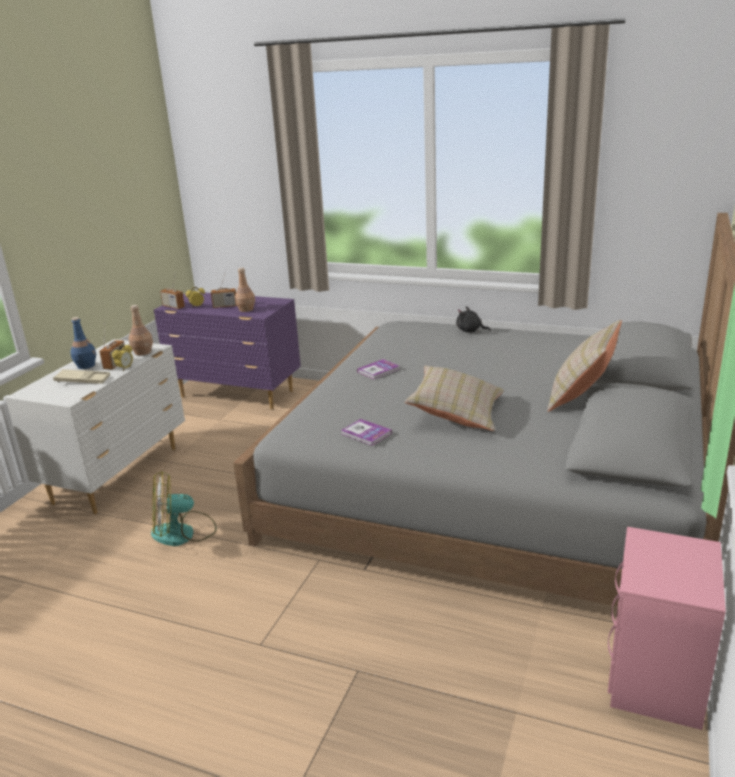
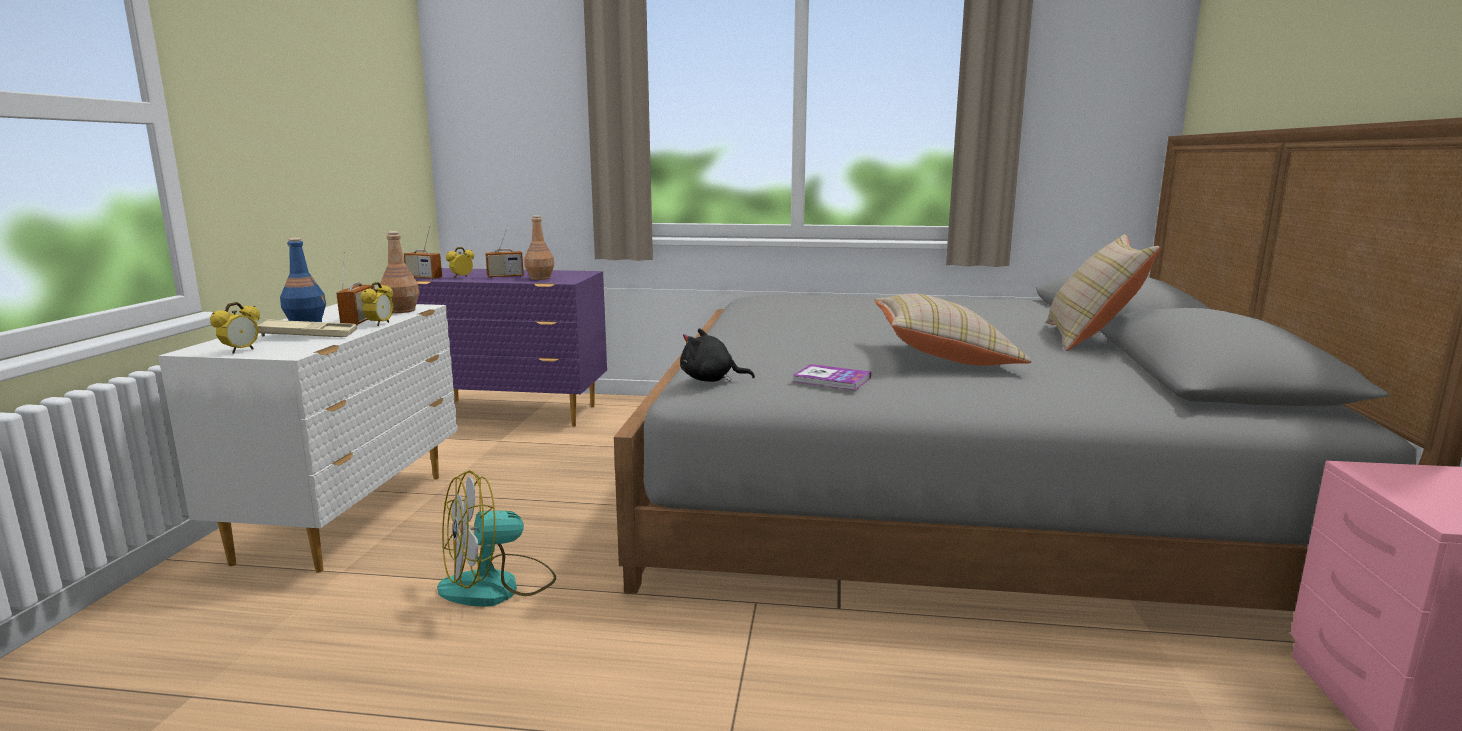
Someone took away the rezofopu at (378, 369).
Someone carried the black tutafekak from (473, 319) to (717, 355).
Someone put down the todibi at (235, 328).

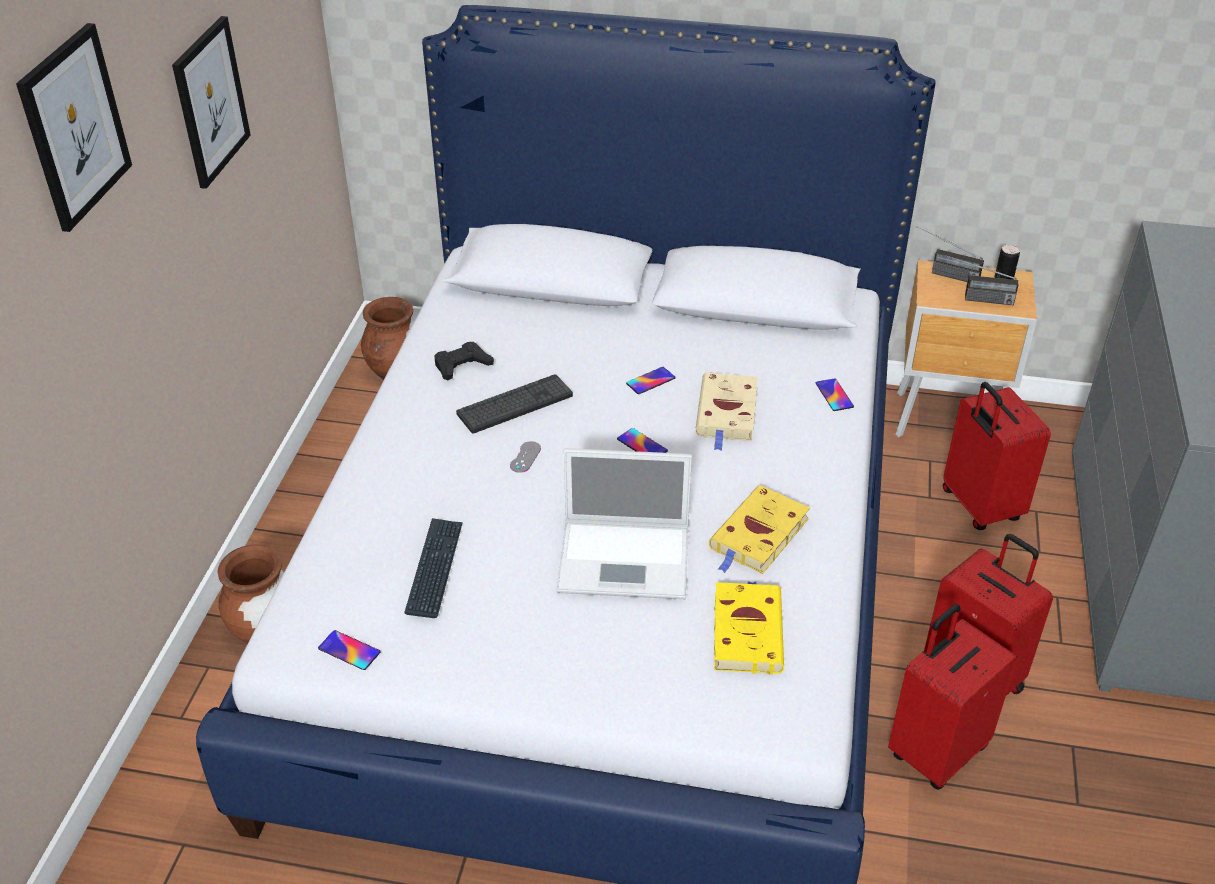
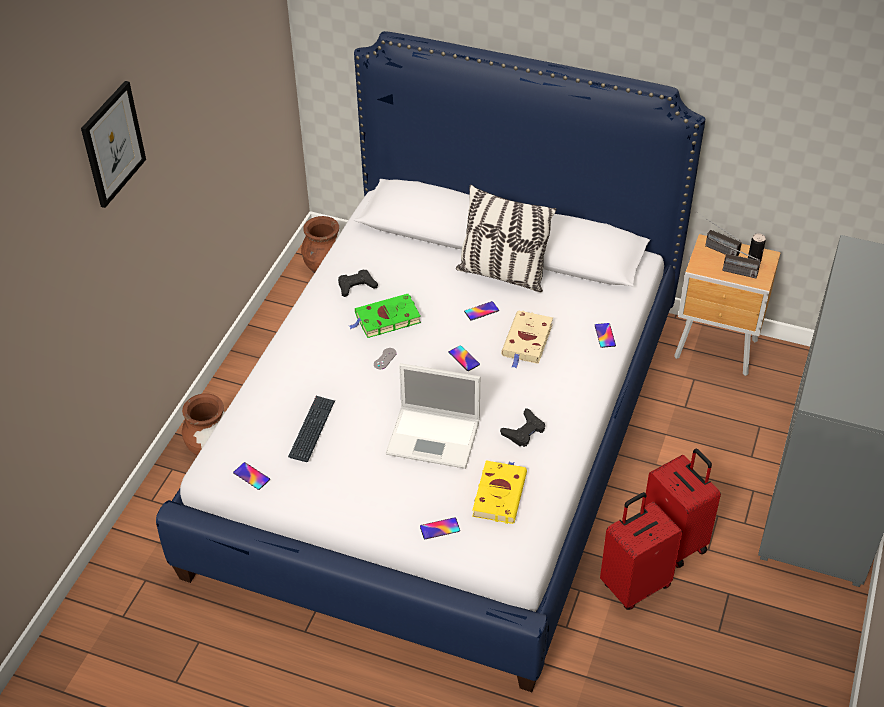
Someone took away the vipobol at (211, 102).
Someone swapped the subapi at (514, 404) for the green rezofopu at (385, 316).
Someone swapped the yellow rezofopu at (759, 529) for the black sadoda at (522, 427).
Someone took away the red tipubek at (997, 456).
Someone put down the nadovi at (440, 528).
Someone put down the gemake at (506, 238).

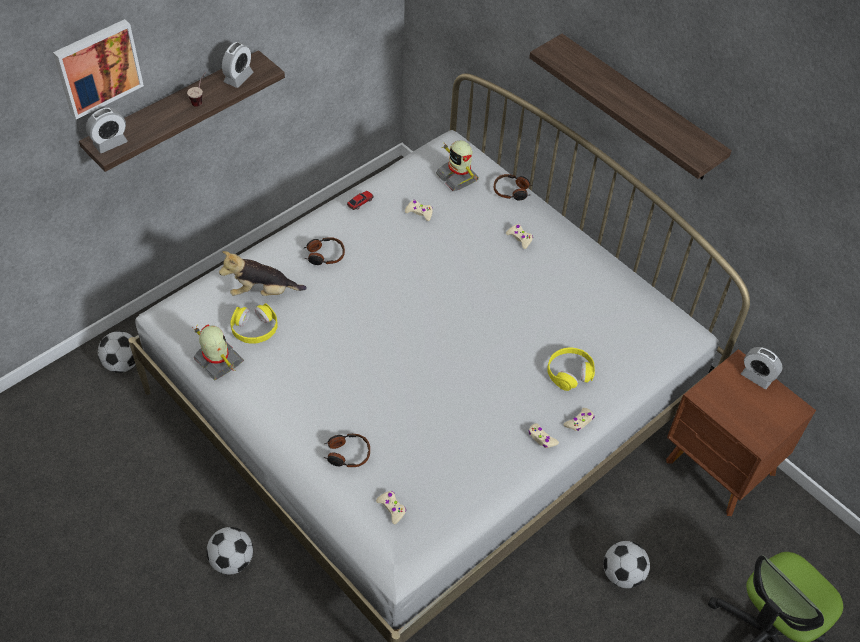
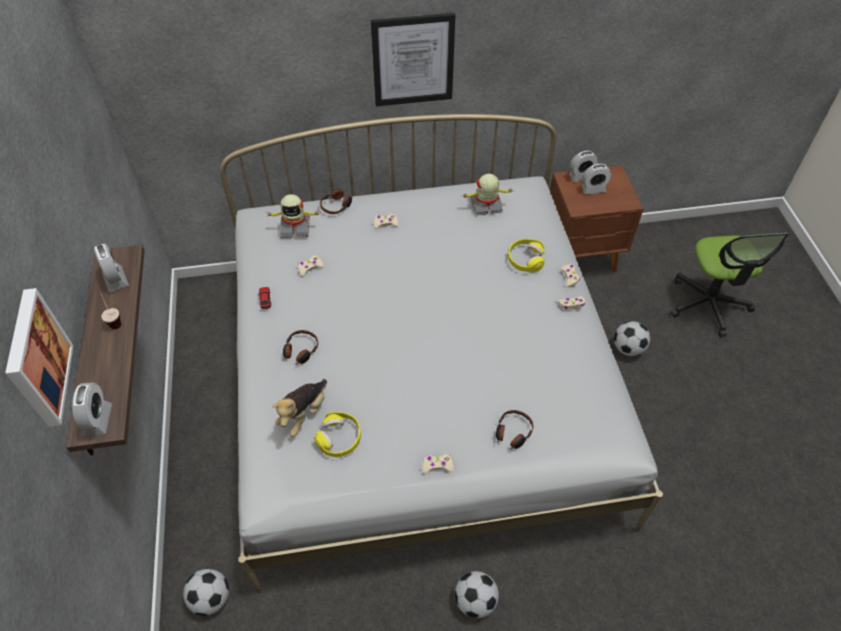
Someone carried the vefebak from (218, 353) to (489, 195).
Someone carried the beige sadoda from (391, 507) to (438, 464).
Someone swapped the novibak at (630, 106) for the vipobol at (413, 59).
Someone put down the todibi at (596, 179).

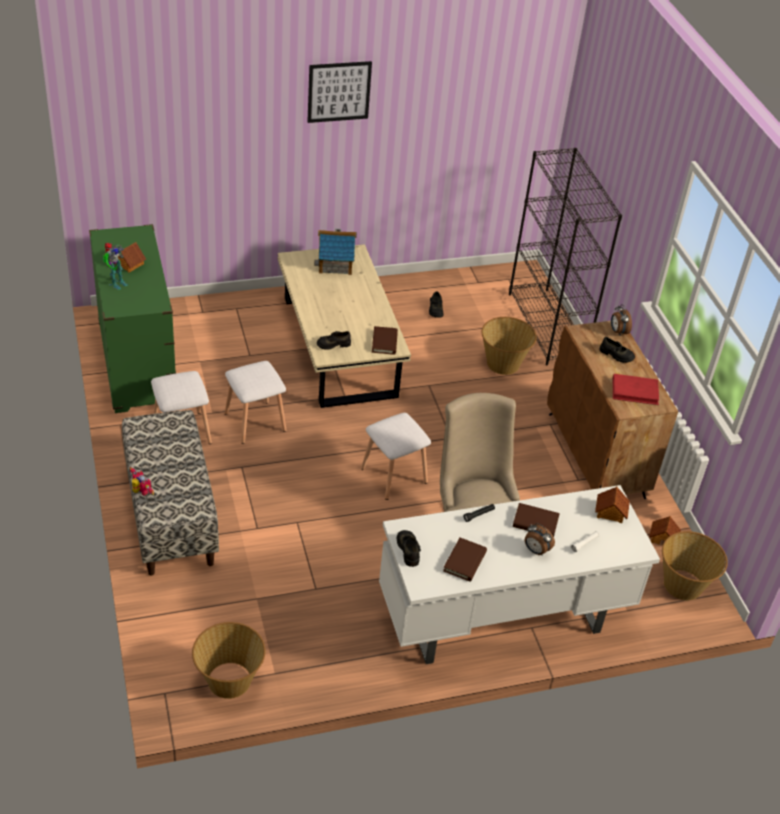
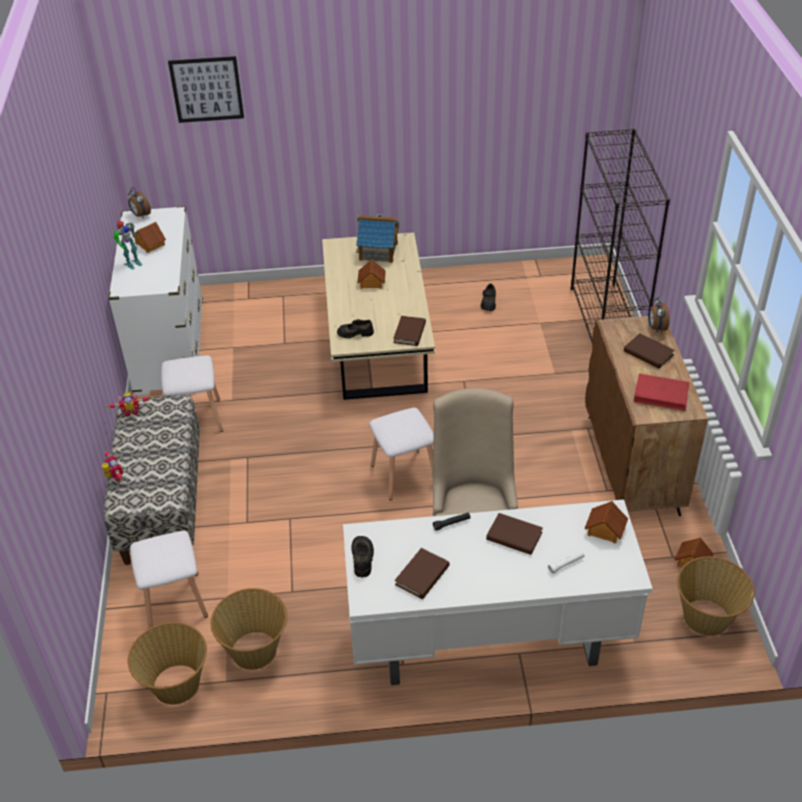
Someone repainted the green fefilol at (132, 318), which became the white fefilol at (155, 301).
Someone carried the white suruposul from (255, 402) to (169, 580).
Someone carried the vipobol from (339, 92) to (206, 89).
Someone carried the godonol from (509, 346) to (249, 629).
Someone carried the todibi from (540, 539) to (139, 203).
Someone swapped the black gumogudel at (617, 350) for the brown rezofopu at (649, 350).
Someone put down the vefebak at (129, 404).
Someone put down the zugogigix at (371, 274).

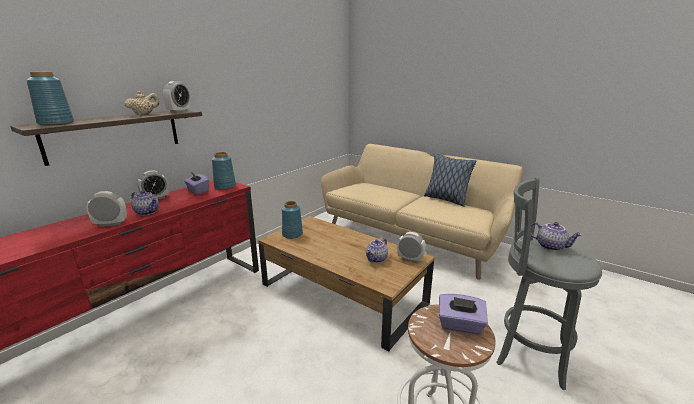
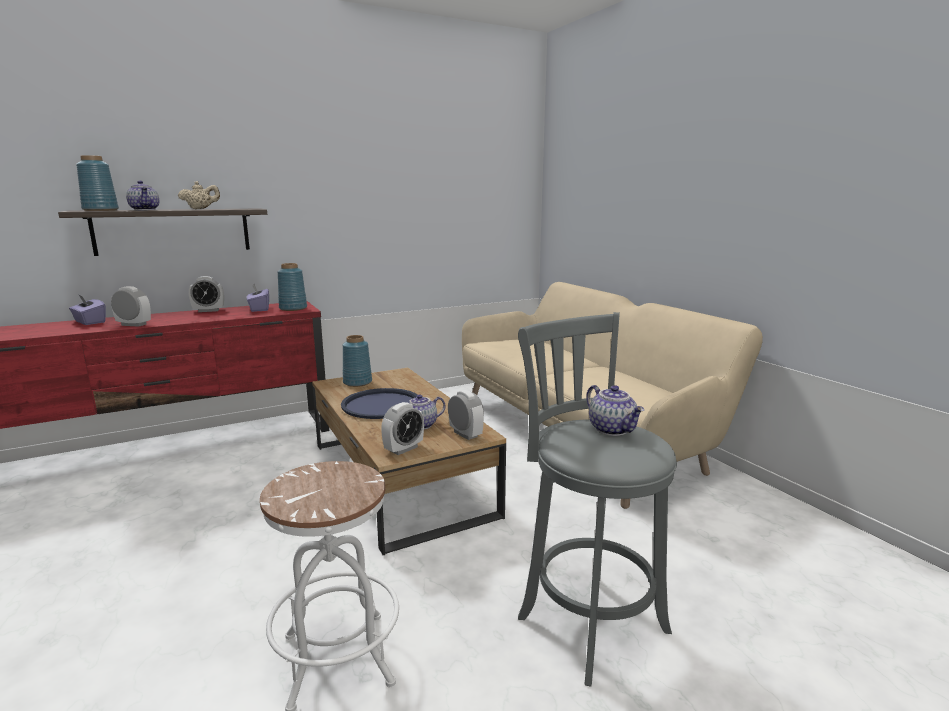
Someone carried the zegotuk from (145, 203) to (142, 195).
Someone carried the todibi from (177, 97) to (402, 428).
Someone took away the gemake at (450, 180).
Someone carried the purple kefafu from (463, 314) to (87, 309).
Someone put down the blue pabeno at (379, 403).

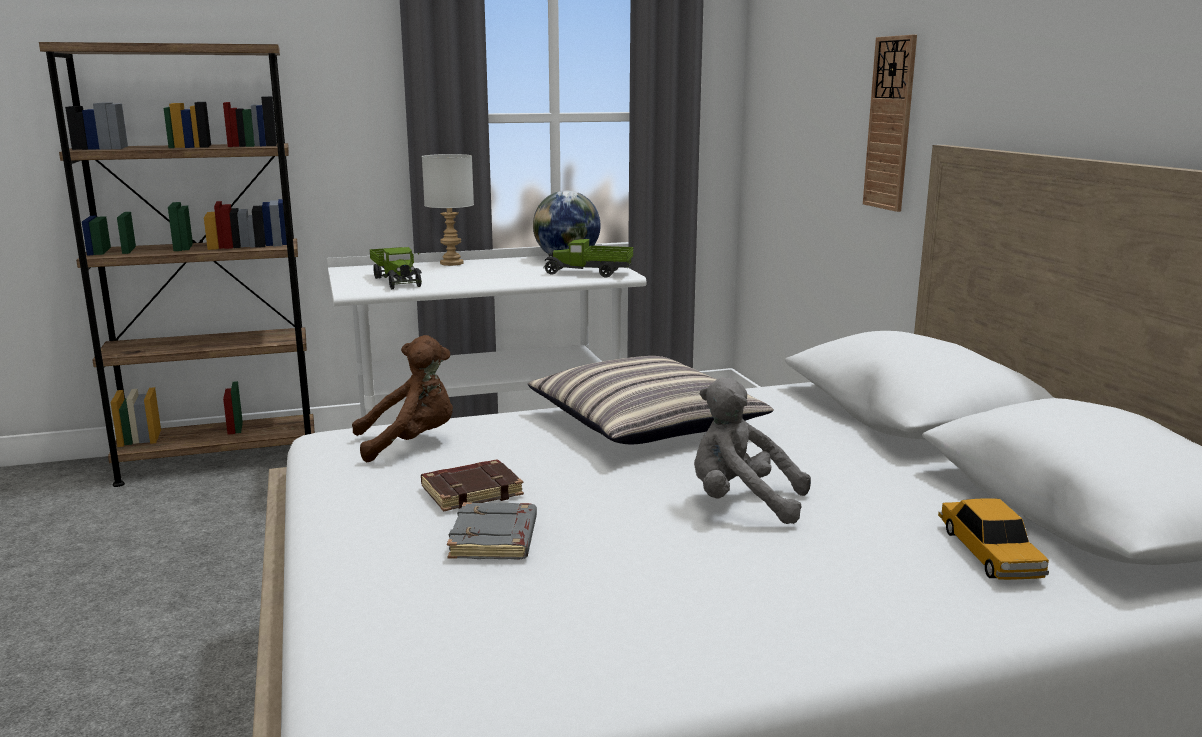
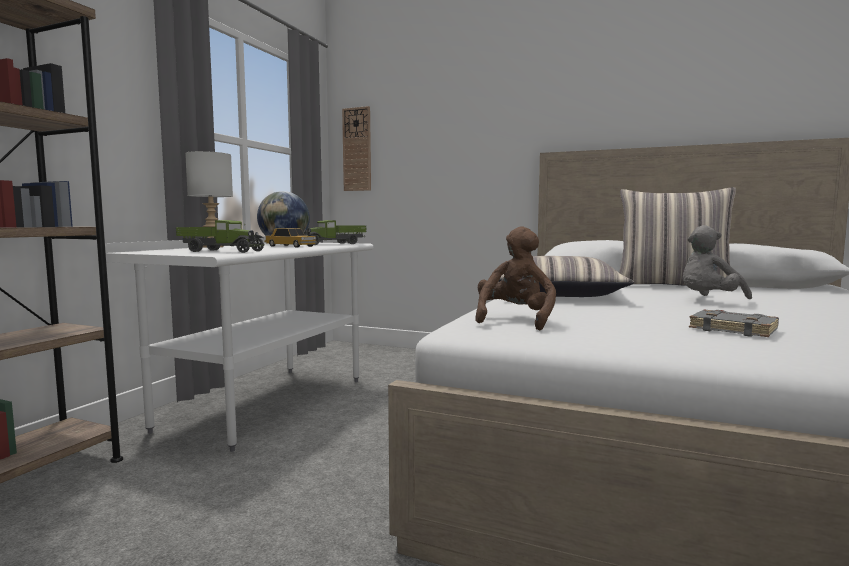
Someone took away the brown rezofopu at (472, 485).
Someone carried the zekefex from (890, 123) to (356, 148).
Someone carried the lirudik from (993, 539) to (290, 238).
Someone put down the gemake at (677, 236).

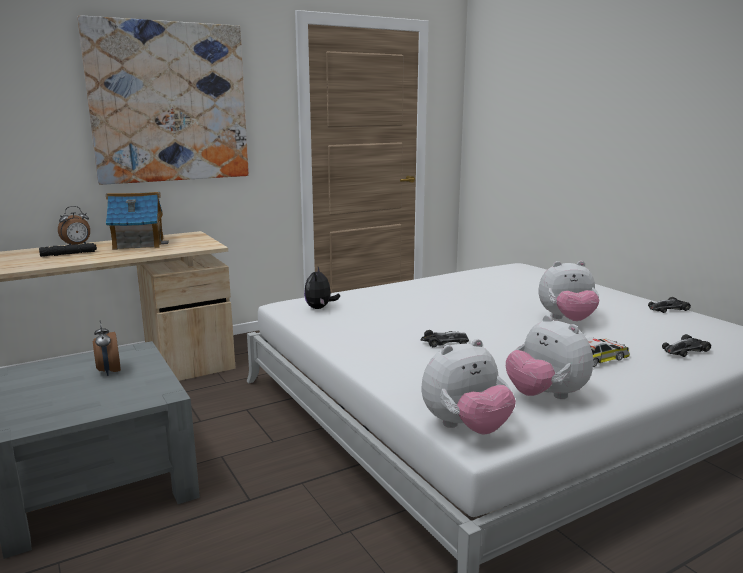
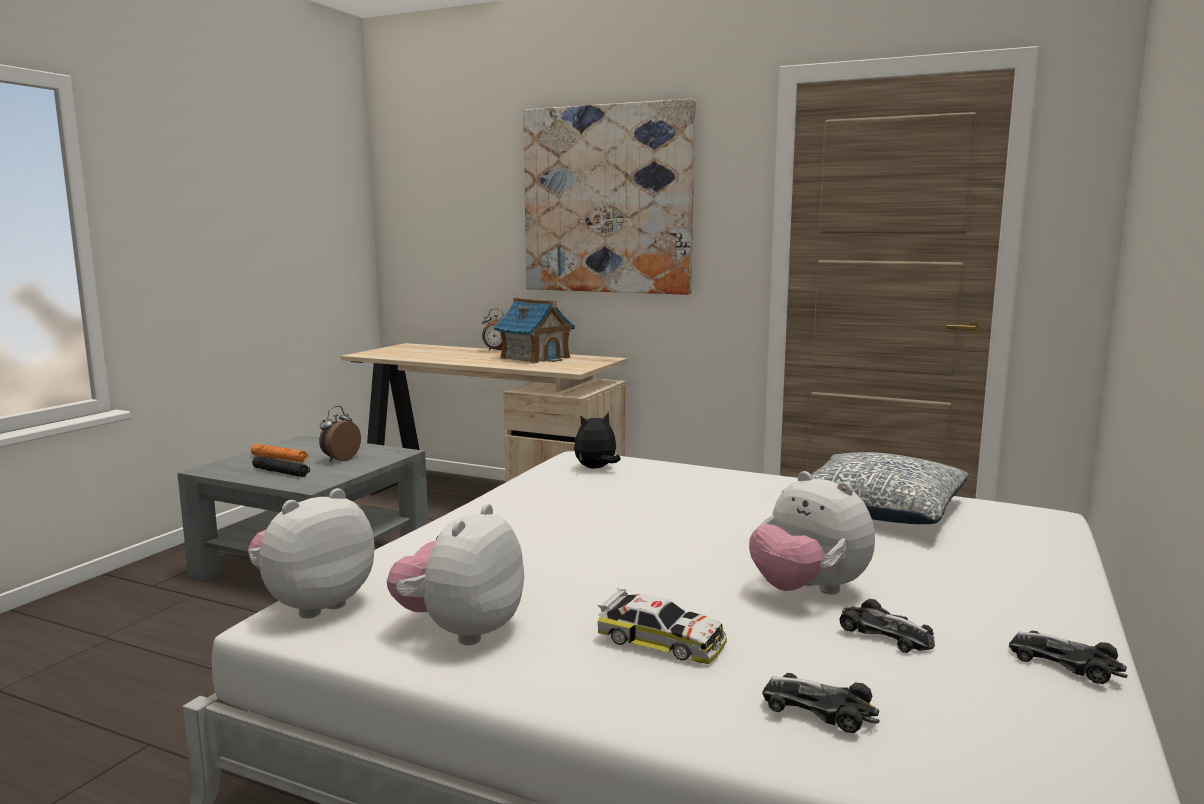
Someone carried the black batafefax from (68, 250) to (281, 466).
Someone carried the lirudik from (444, 338) to (887, 626).
Someone rotated the tutafekak at (469, 387) by 105 degrees clockwise.
Someone put down the orange batafefax at (280, 453).
Someone put down the gemake at (875, 488).

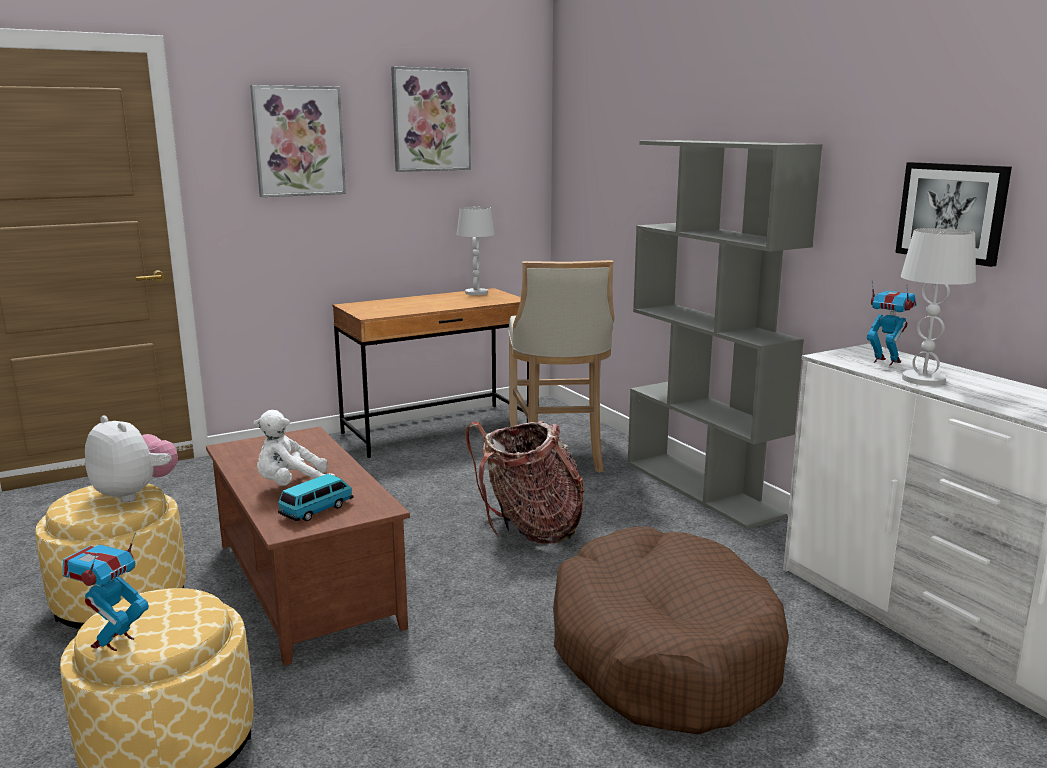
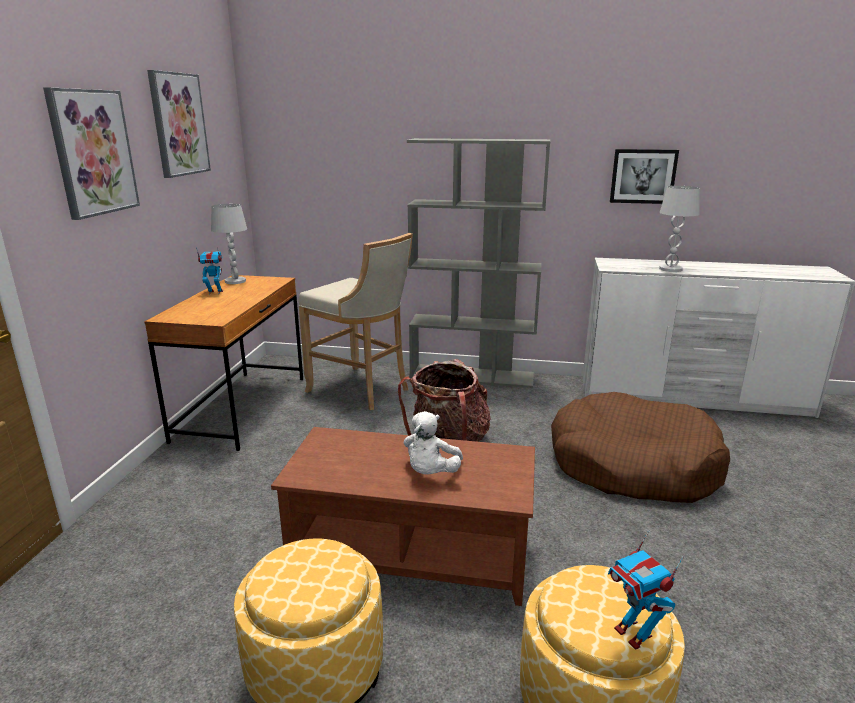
Someone took away the tutafekak at (131, 458).
Someone took away the lirudik at (316, 497).
Someone carried the vefebak from (892, 323) to (209, 271).

